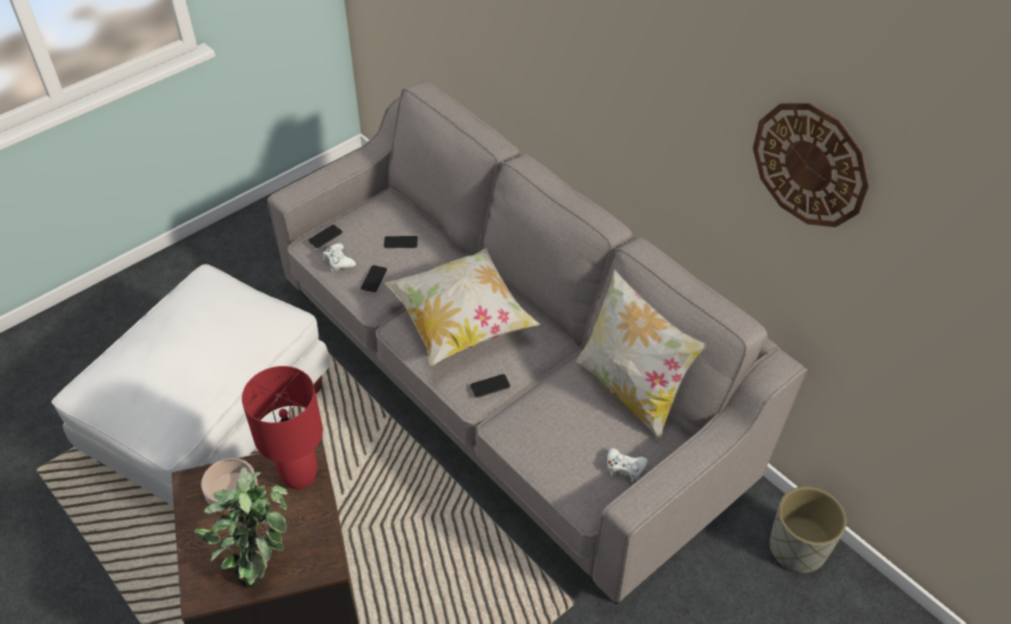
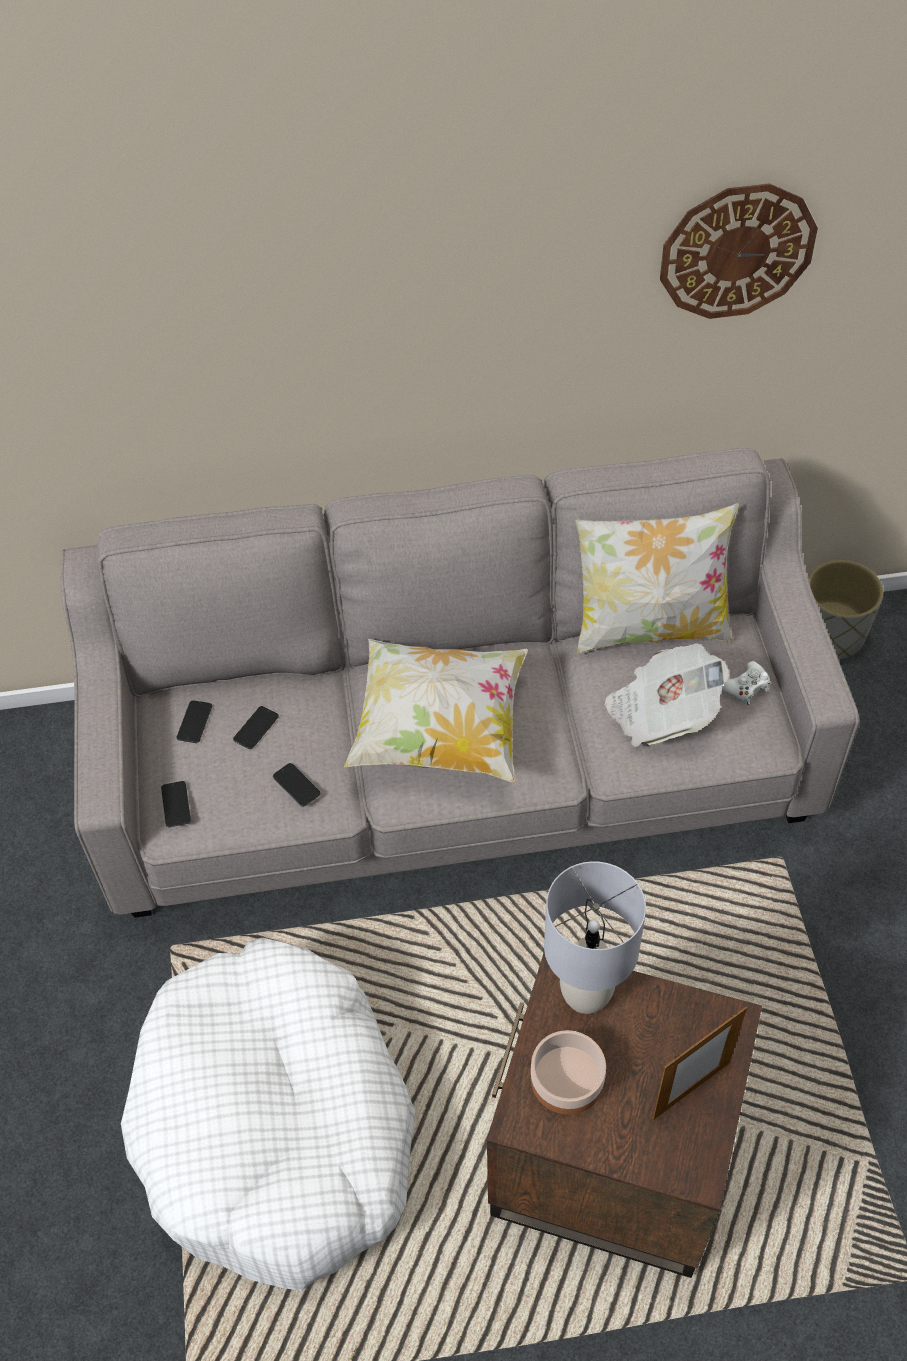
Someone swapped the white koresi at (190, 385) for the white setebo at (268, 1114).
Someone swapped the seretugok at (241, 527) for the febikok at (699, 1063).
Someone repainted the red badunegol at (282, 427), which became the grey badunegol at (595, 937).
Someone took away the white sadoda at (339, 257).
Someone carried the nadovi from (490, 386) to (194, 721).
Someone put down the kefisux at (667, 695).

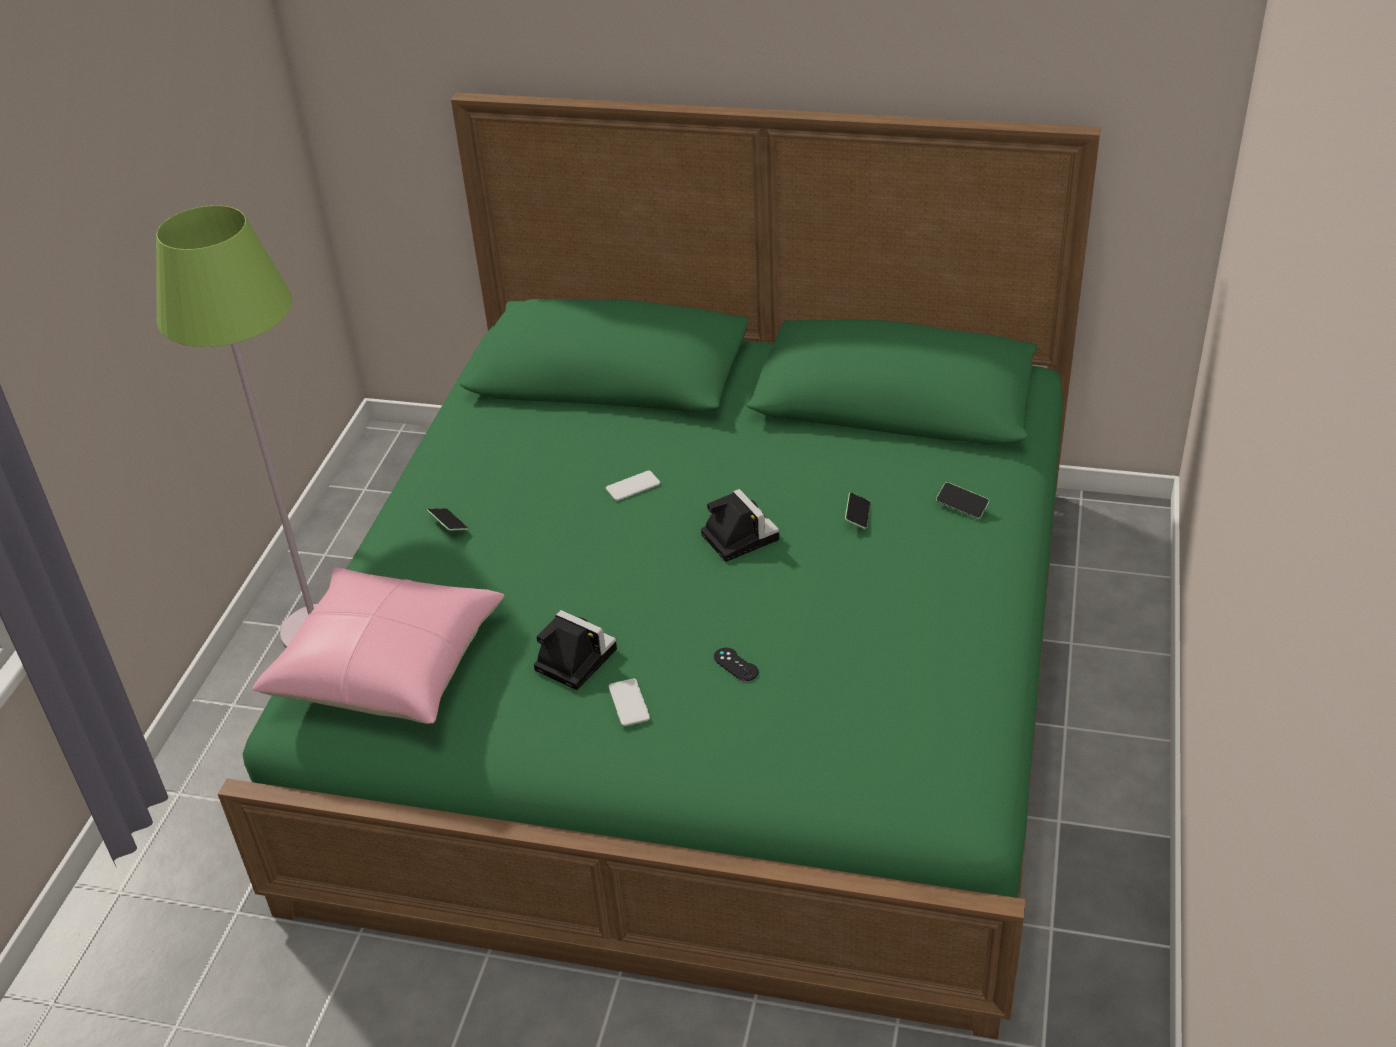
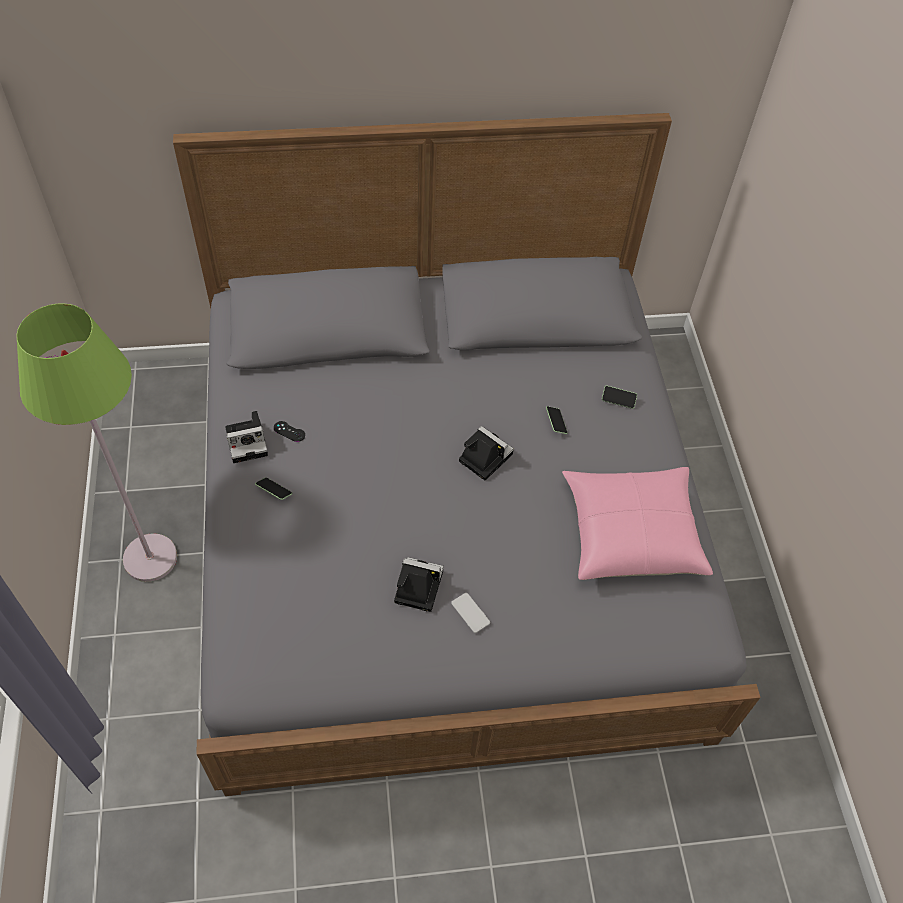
Someone repainted the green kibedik at (659, 566), which became the grey kibedik at (467, 454).
Someone carried the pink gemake from (378, 645) to (637, 523).
Someone took away the nadovi at (633, 486).
Someone carried the black sadoda from (736, 664) to (289, 431).
Someone put down the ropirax at (246, 437).

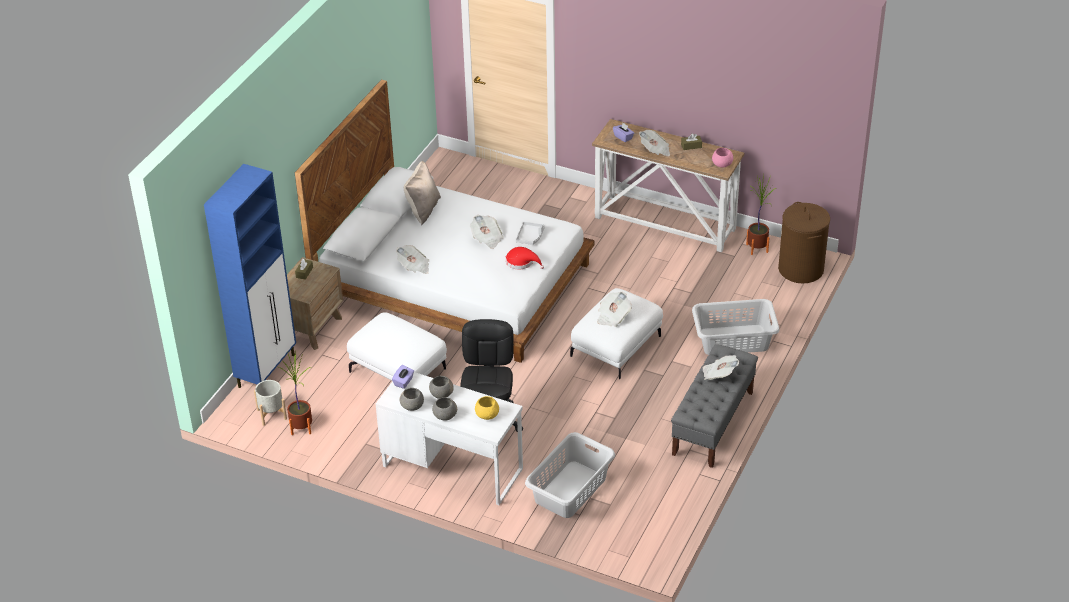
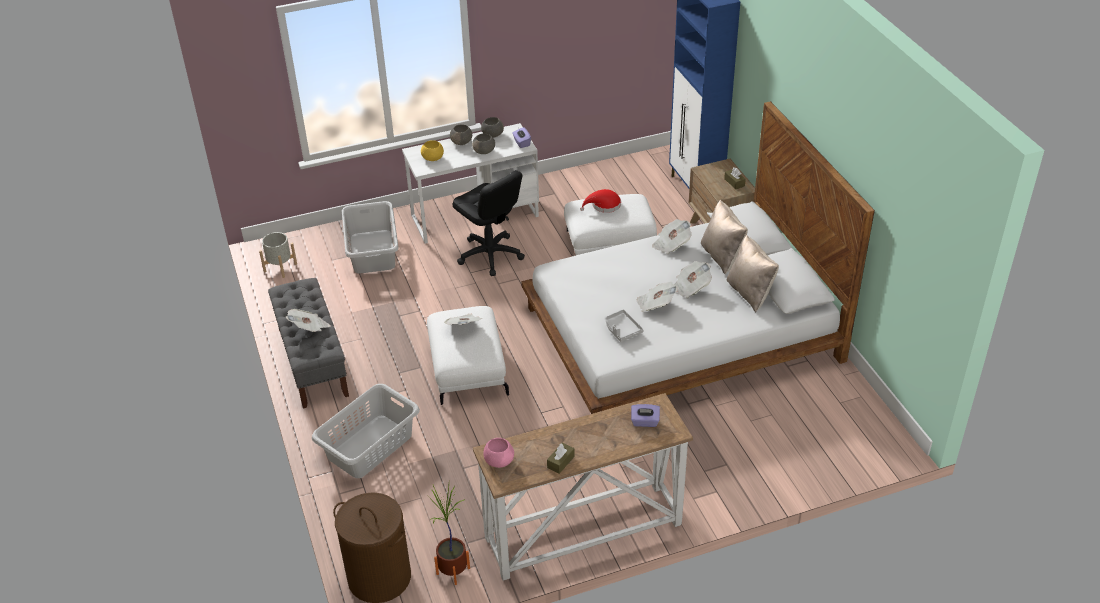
Someone carried the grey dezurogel from (270, 403) to (278, 255).
Someone took away the seretugok at (294, 393).
Someone carried the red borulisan from (525, 258) to (600, 201).
Someone carried the kefisux from (654, 143) to (693, 279).
Someone put down the beige gemake at (724, 237).

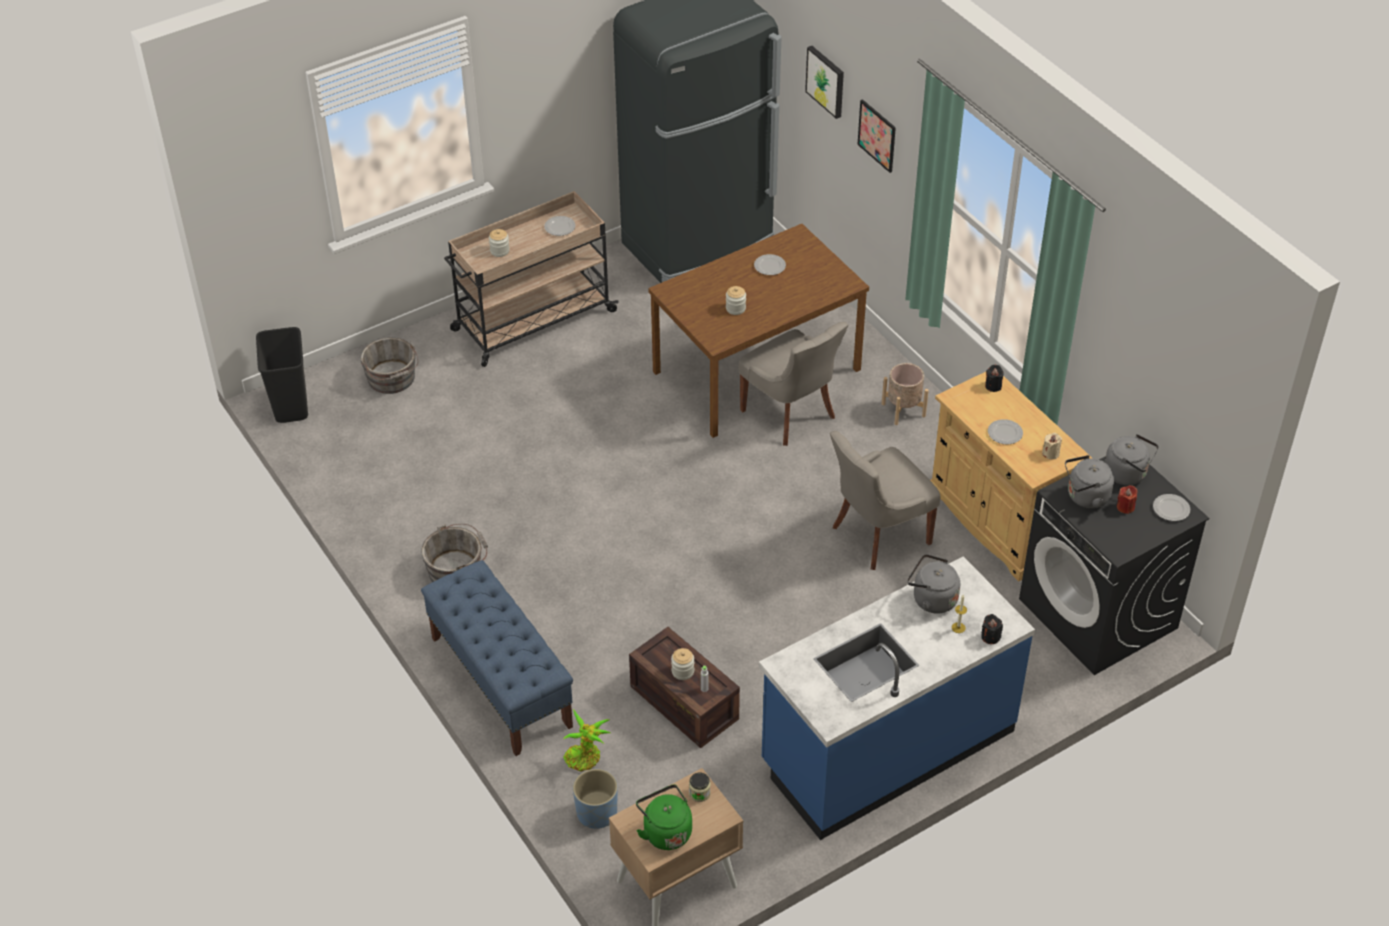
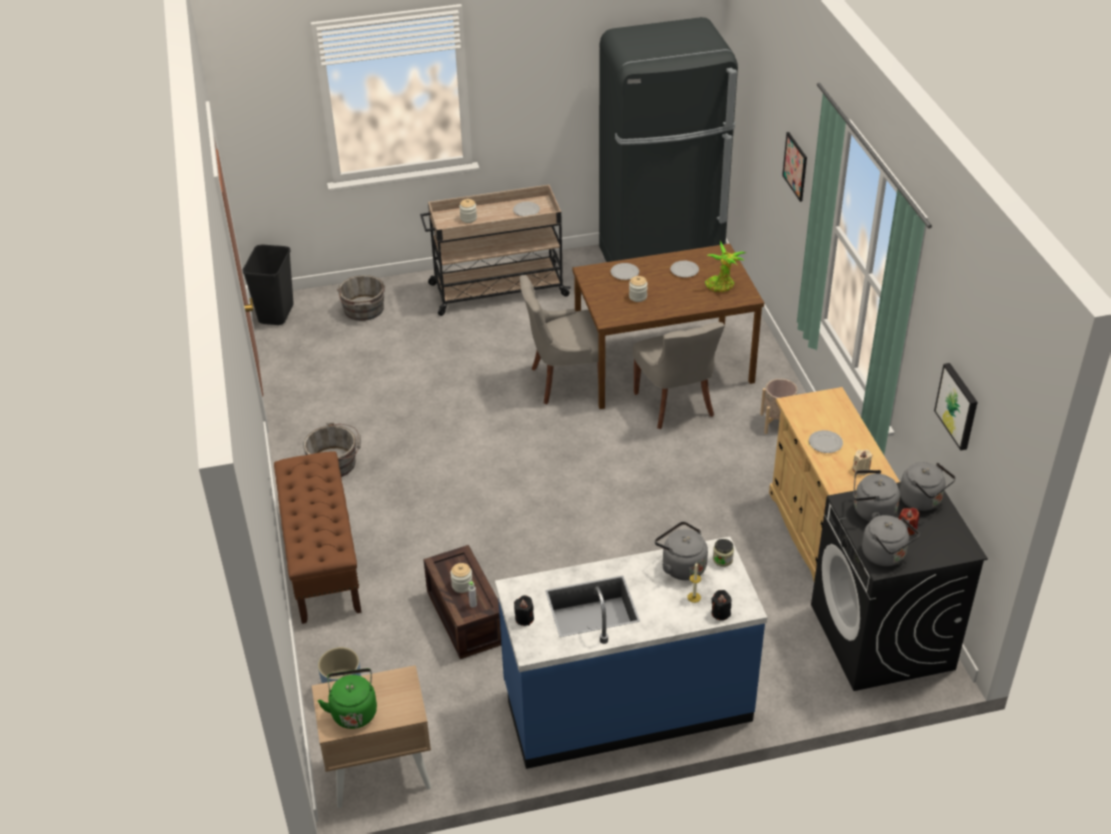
Someone repainted the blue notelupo at (497, 658), which became the brown notelupo at (318, 537).
Someone carried the seretugok from (586, 740) to (725, 266).
Someone carried the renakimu from (699, 787) to (723, 553).
Someone carried the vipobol from (824, 82) to (956, 406).
Someone carried the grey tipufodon from (885, 500) to (563, 339).
Someone carried the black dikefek from (994, 378) to (524, 610).
Someone carried the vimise from (1171, 507) to (625, 271).
Someone put down the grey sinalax at (891, 540).

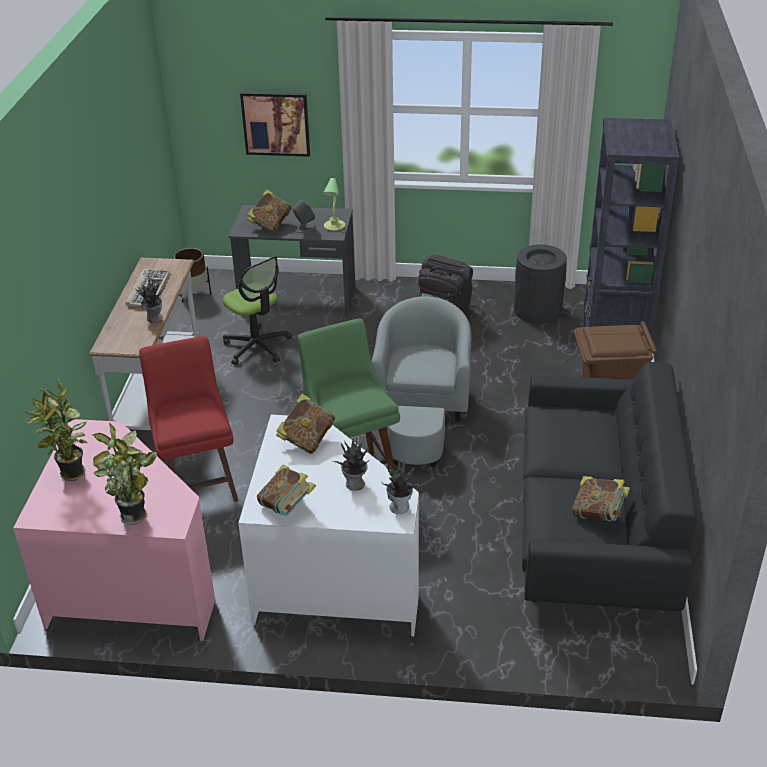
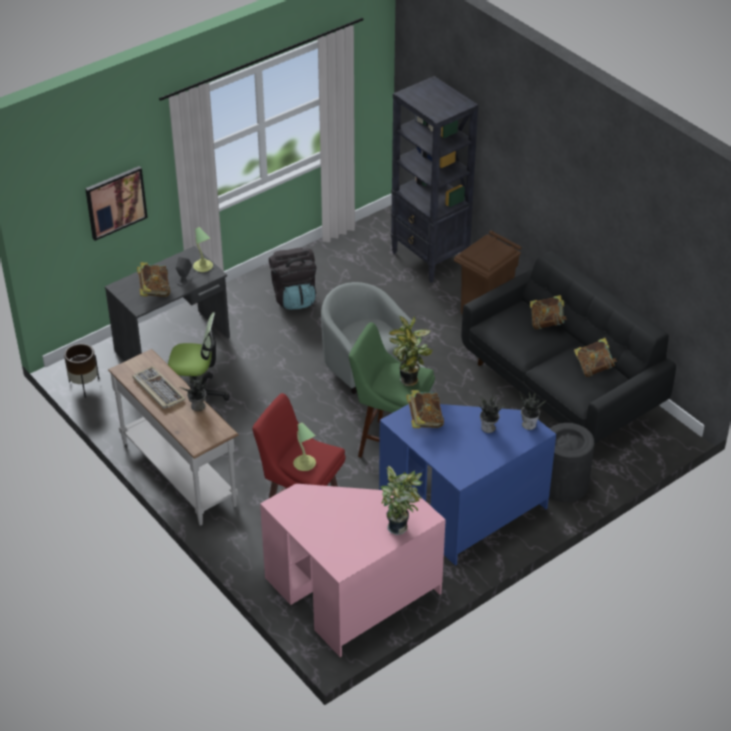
Someone carried the seretugok from (55, 429) to (411, 350).
Someone repainted the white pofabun at (328, 525), which became the blue pofabun at (467, 485).
Someone carried the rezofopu from (286, 490) to (548, 312).
Someone carried the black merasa from (540, 284) to (571, 462).
Someone put down the badunegol at (304, 447).

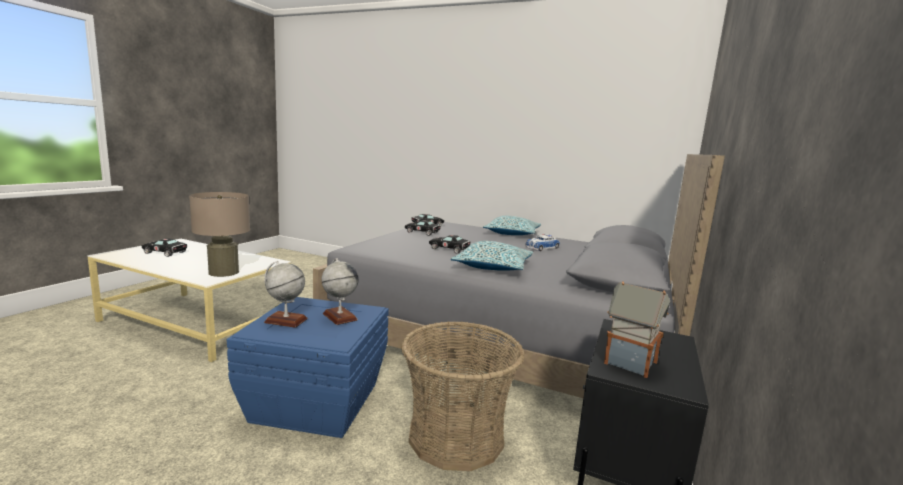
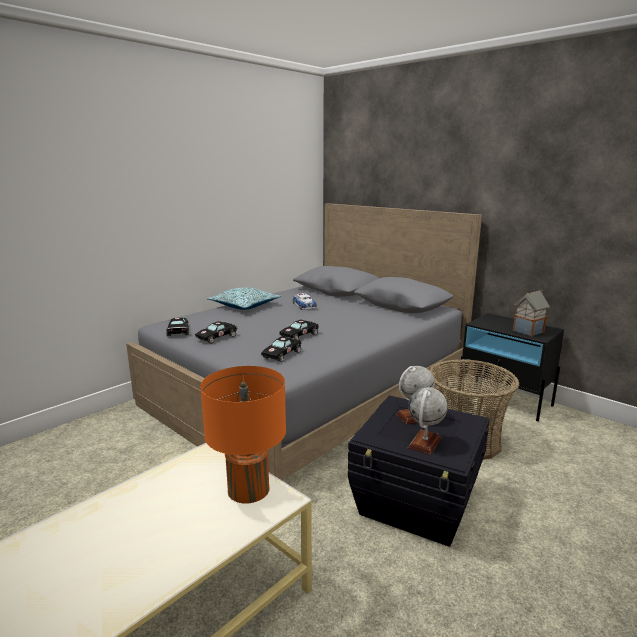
Someone carried the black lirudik from (164, 247) to (281, 349).
Someone repainted the beige badunegol at (219, 234), which became the orange badunegol at (243, 435).
Someone repainted the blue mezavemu at (308, 367), which became the black mezavemu at (419, 471).
Someone took away the gemake at (492, 256).

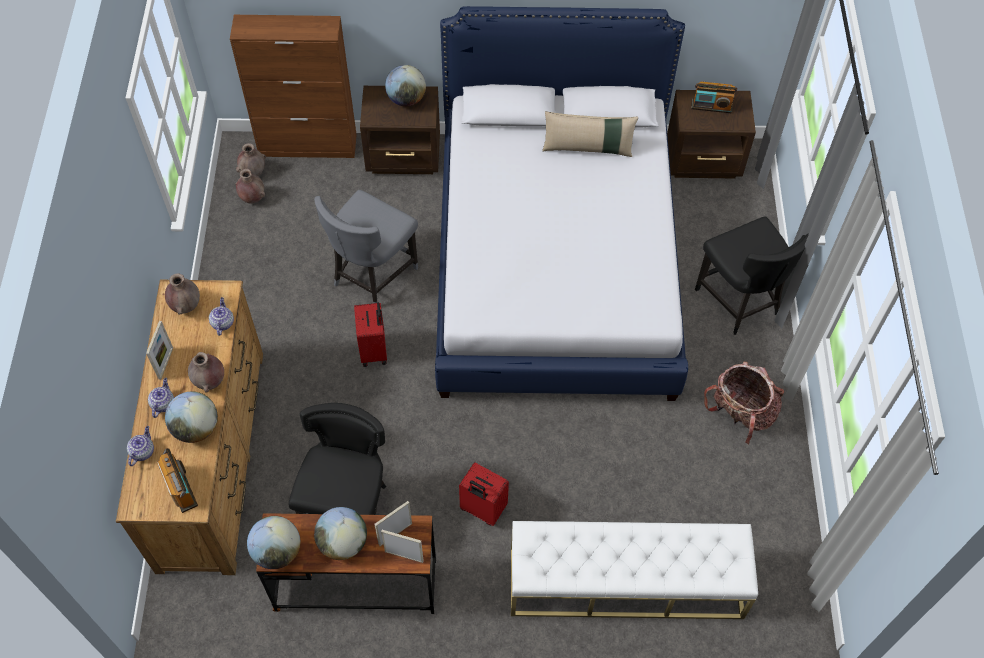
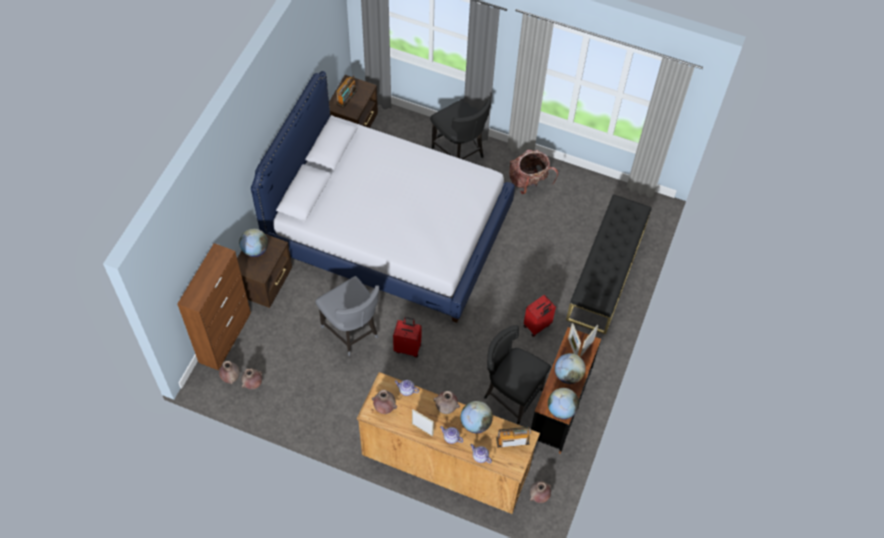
Someone repainted the white notelupo at (634, 570), which became the black notelupo at (609, 264).
Someone took away the beige gemake at (590, 134).
Someone rotated the black tipufodon at (752, 275) by 60 degrees clockwise.
Someone put down the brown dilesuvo at (540, 492).

